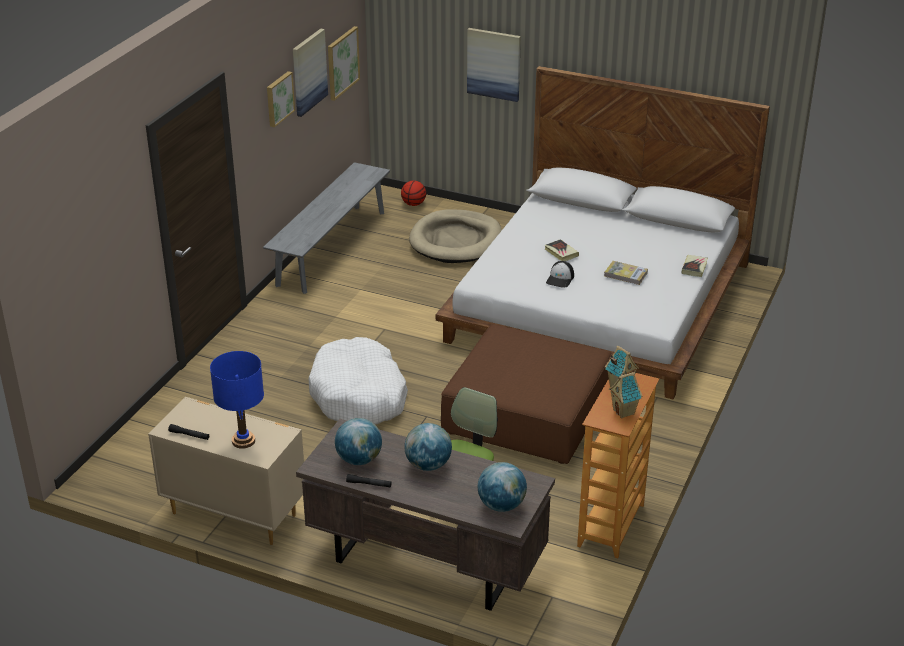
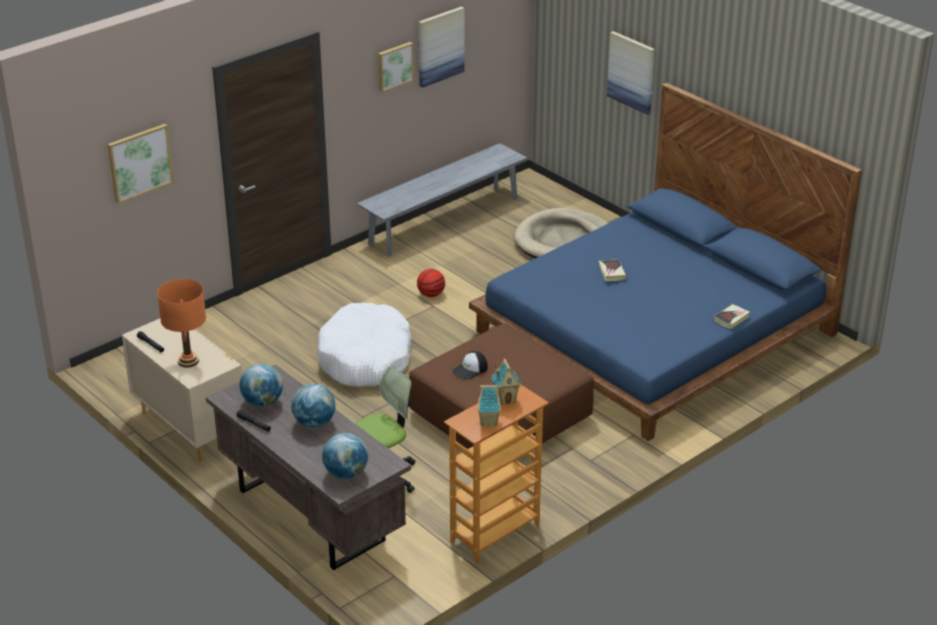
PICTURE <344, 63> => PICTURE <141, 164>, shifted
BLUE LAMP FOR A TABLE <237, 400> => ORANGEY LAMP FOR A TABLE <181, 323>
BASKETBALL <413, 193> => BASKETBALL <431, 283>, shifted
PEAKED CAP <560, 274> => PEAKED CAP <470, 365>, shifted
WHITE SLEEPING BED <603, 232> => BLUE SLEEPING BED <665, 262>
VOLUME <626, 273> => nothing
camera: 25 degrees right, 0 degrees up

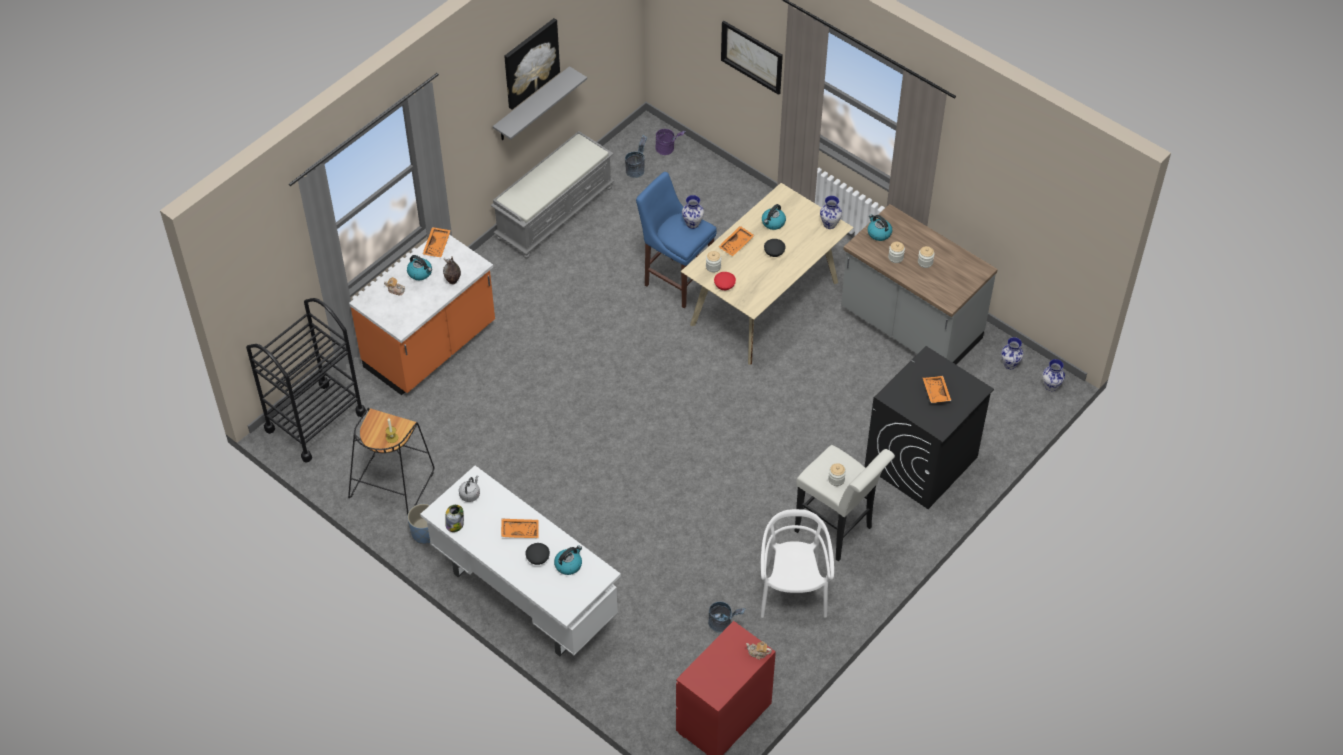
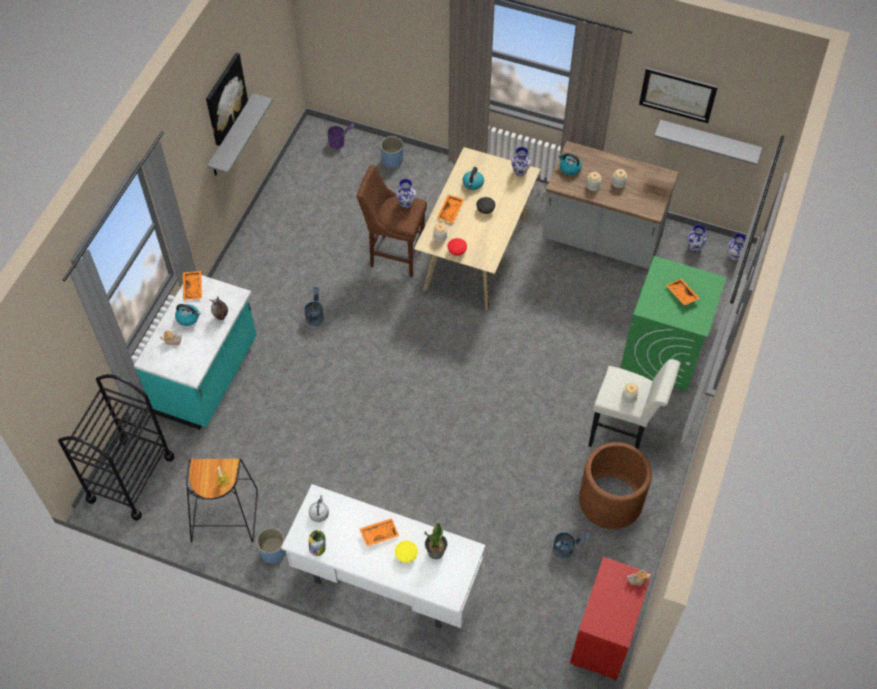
ORANGEY COUNTER <422, 314> => TURQUOISE COUNTER <195, 352>
GREYISH BUCKET <636, 156> => GREYISH BUCKET <314, 305>, shifted
BLUE STOOL SEAT <676, 240> => BROWN STOOL SEAT <392, 221>
nothing => BLUE PLANT POT <391, 152>
BLACKISH DEEP DISH <537, 554> => YELLOWISH DEEP DISH <406, 552>
TEA KETTLE <568, 560> => POTTED PLANT <436, 541>
WHITE PLAIN CHAIR <797, 563> => BROWN PLANT POT <615, 485>
BLACKISH WASHING MACHINE <929, 427> => GREENISH WASHING MACHINE <673, 324>
PICTURE <752, 58> => PICTURE <678, 95>, shifted
nothing => GREYISH BRACKET SHELF <708, 142>
GREYISH LONG SEAT <552, 194> => nothing
camera: 20 degrees left, 5 degrees up

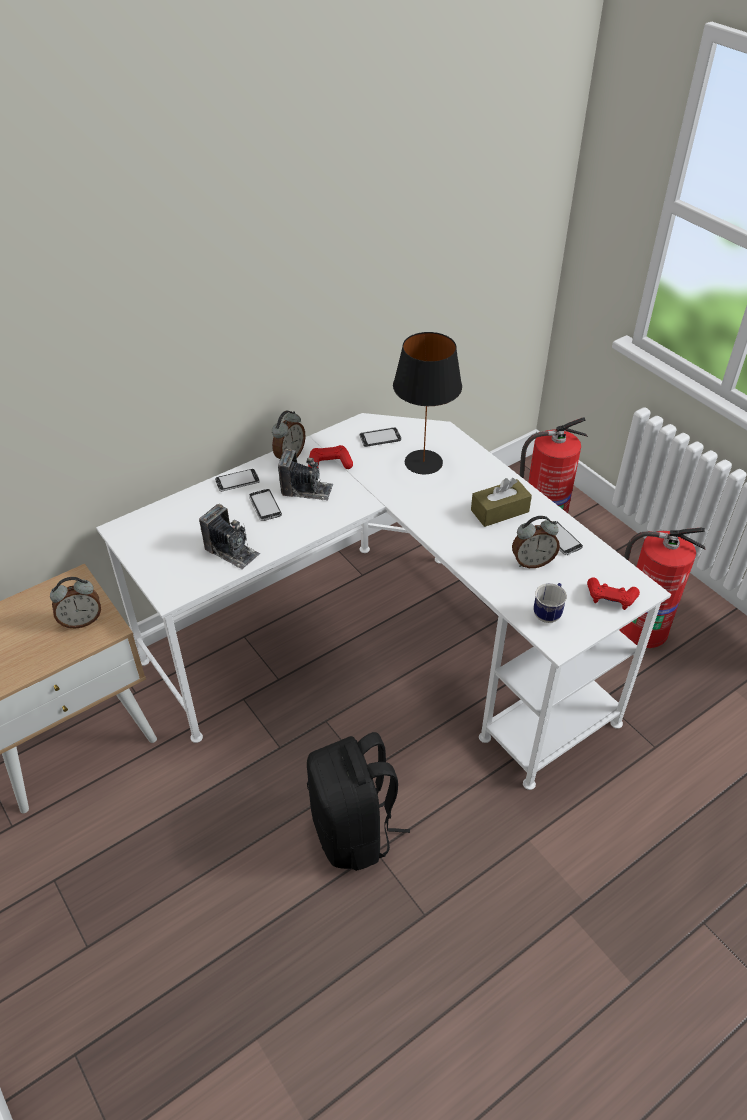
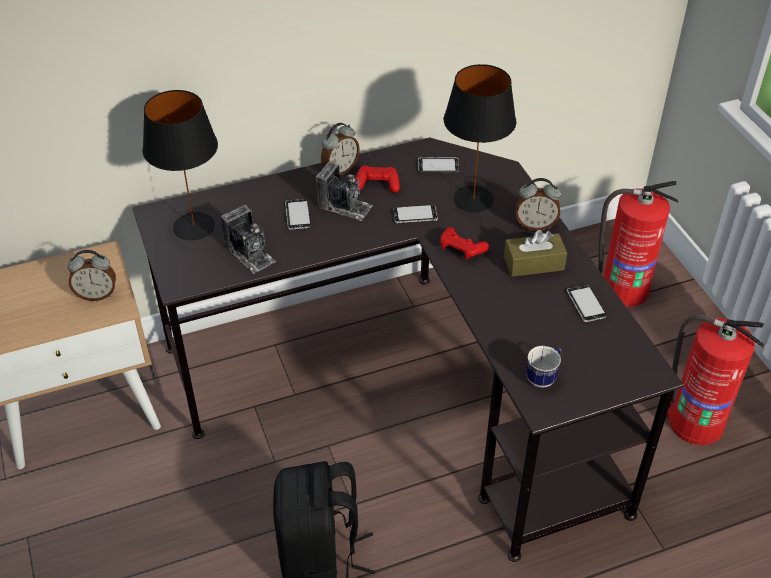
WHITE DESK UNIT <383, 601> => BLACKISH DESK UNIT <408, 349>
nothing => BLACKISH LAMP FOR A TABLE <180, 165>
PHONE <237, 480> => PHONE <415, 214>, shifted
REDDISH GAME CONTROLLER <613, 594> => REDDISH GAME CONTROLLER <464, 243>, shifted
TABLE CLOCK <536, 542> => TABLE CLOCK <538, 204>, shifted
camera: 15 degrees right, 0 degrees up

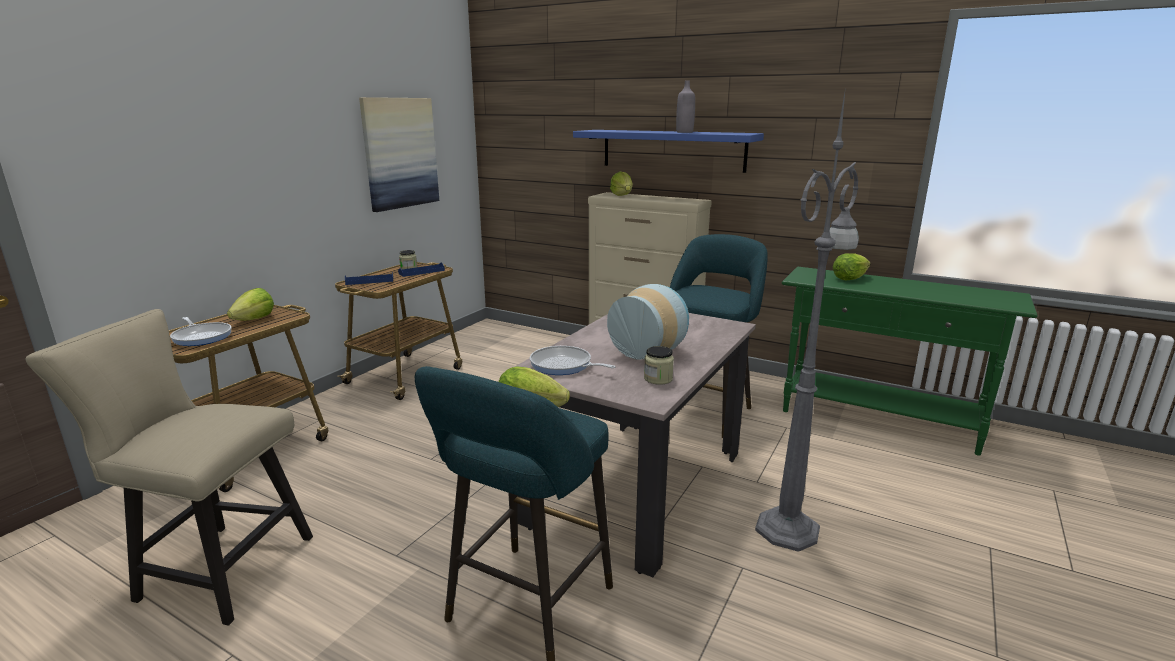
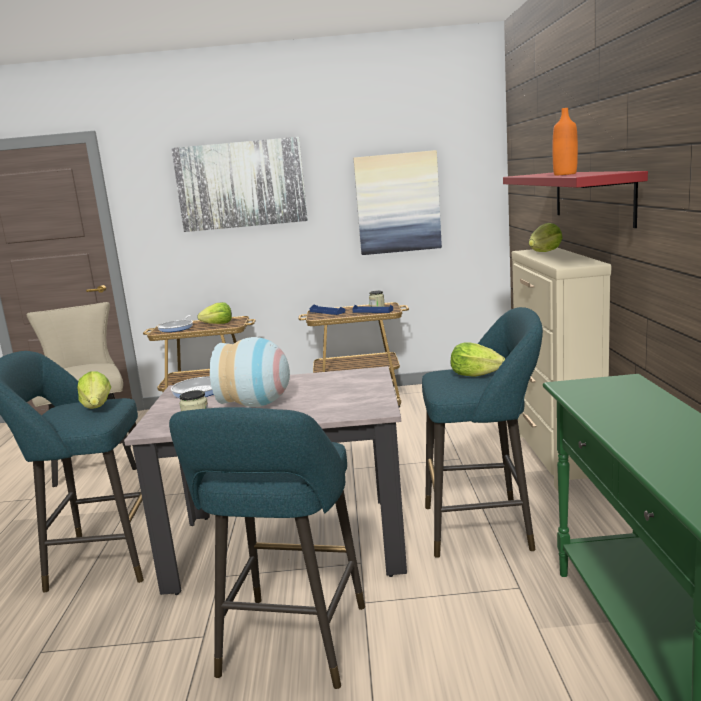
GREYISH STANDARD LAMP <807, 319> => TURQUOISE STOOL SEAT <267, 548>
nothing => PICTURE <239, 184>
LETTUCE <851, 266> => LETTUCE <478, 359>, shifted
BLUE BRACKET SHELF <668, 151> => REDDISH BRACKET SHELF <575, 199>
GREYISH BOTTLE <685, 106> => ORANGEY BOTTLE <565, 142>
camera: 60 degrees right, 5 degrees down

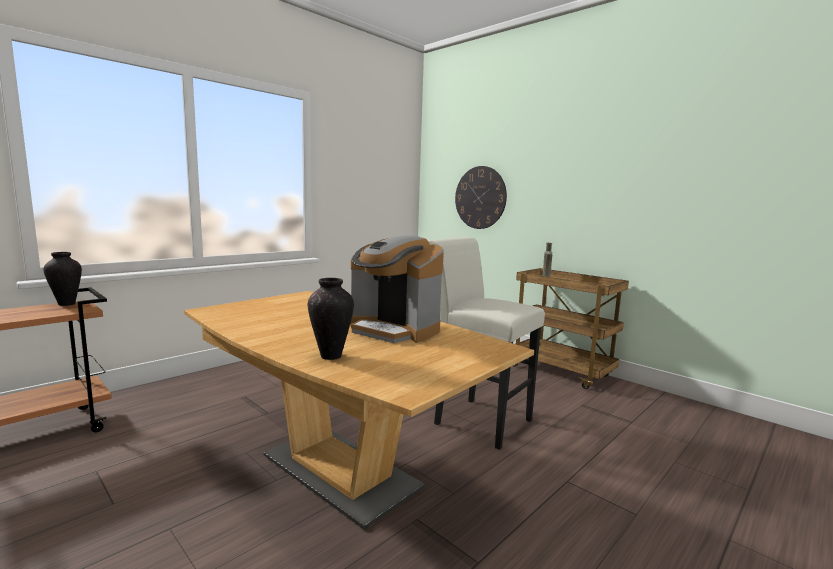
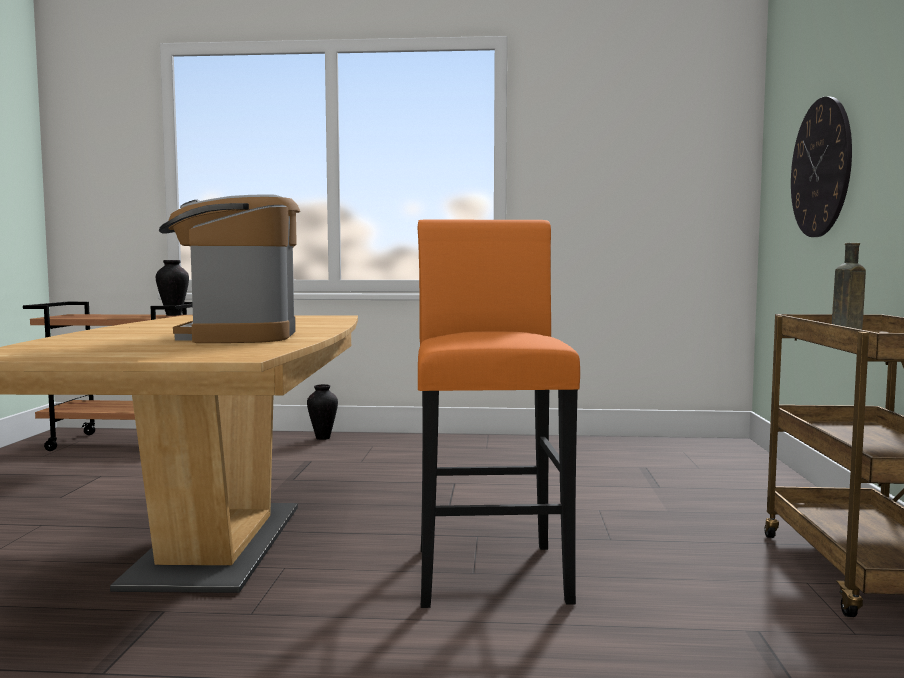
FLOWER VASE <331, 319> => FLOWER VASE <322, 412>, shifted
WHITE STOOL SEAT <486, 343> => ORANGEY STOOL SEAT <499, 413>
camera: 50 degrees right, 5 degrees down

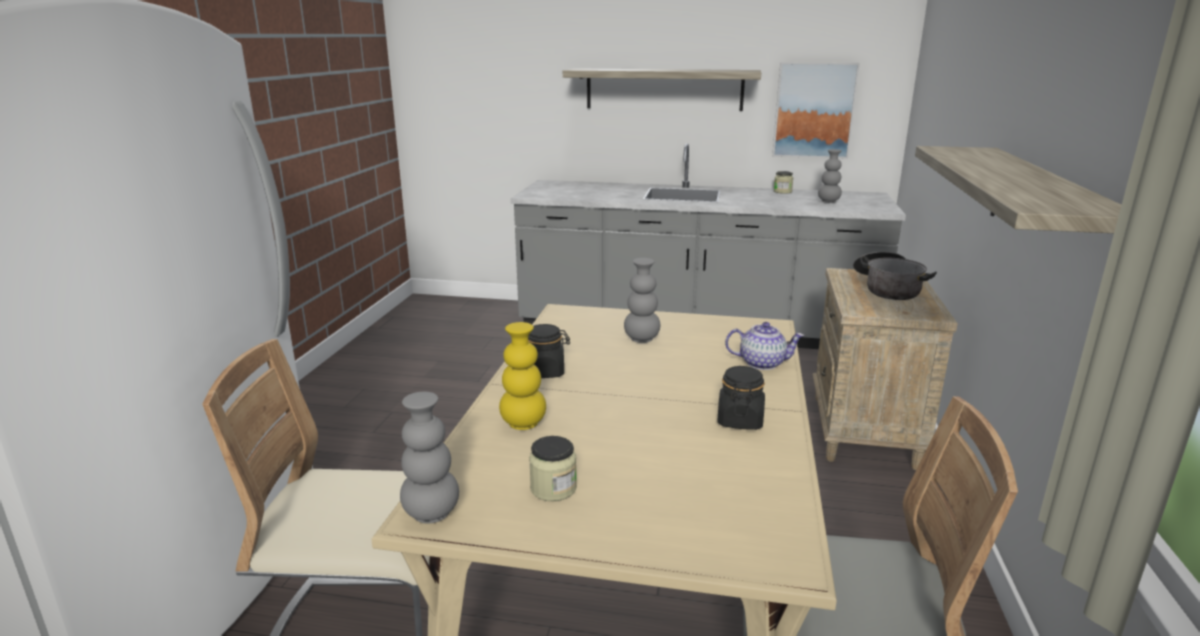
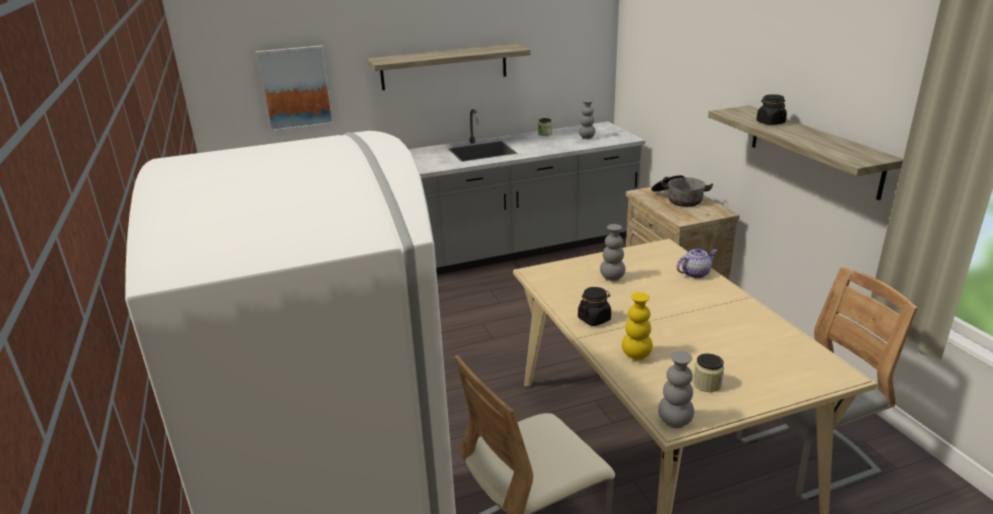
PICTURE <816, 110> => PICTURE <295, 88>, shifted
BLACKISH PRESERVE JAR <741, 398> => BLACKISH PRESERVE JAR <771, 109>, shifted
camera: 30 degrees left, 5 degrees up

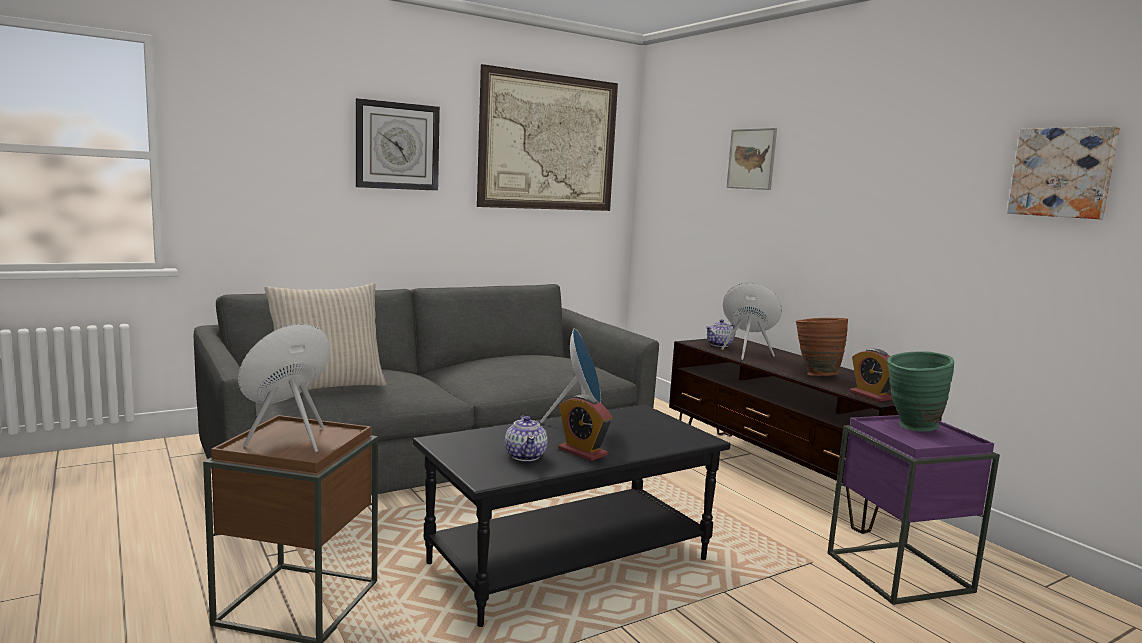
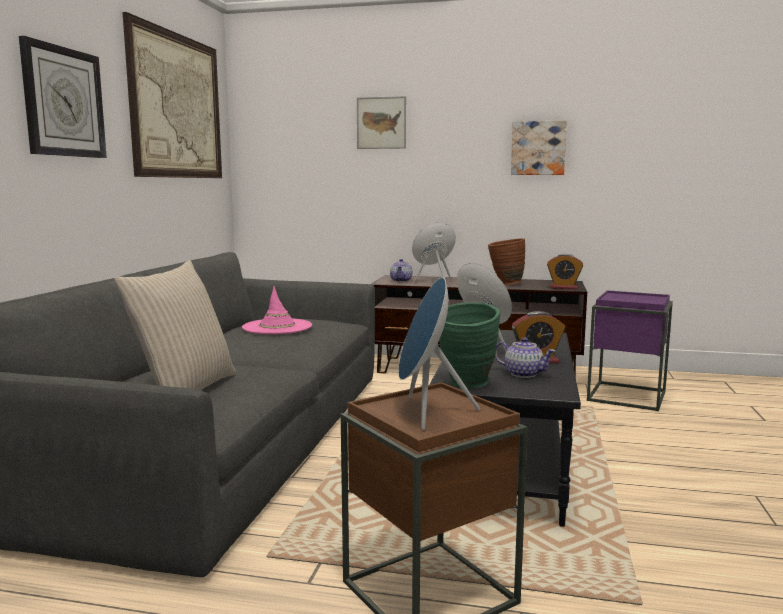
nothing => PINK HAT <277, 310>
GREENISH FLOWER VASE <920, 392> => GREENISH FLOWER VASE <469, 346>, shifted
PICTURE <1063, 172> => PICTURE <539, 147>, shifted
camera: 45 degrees left, 0 degrees up

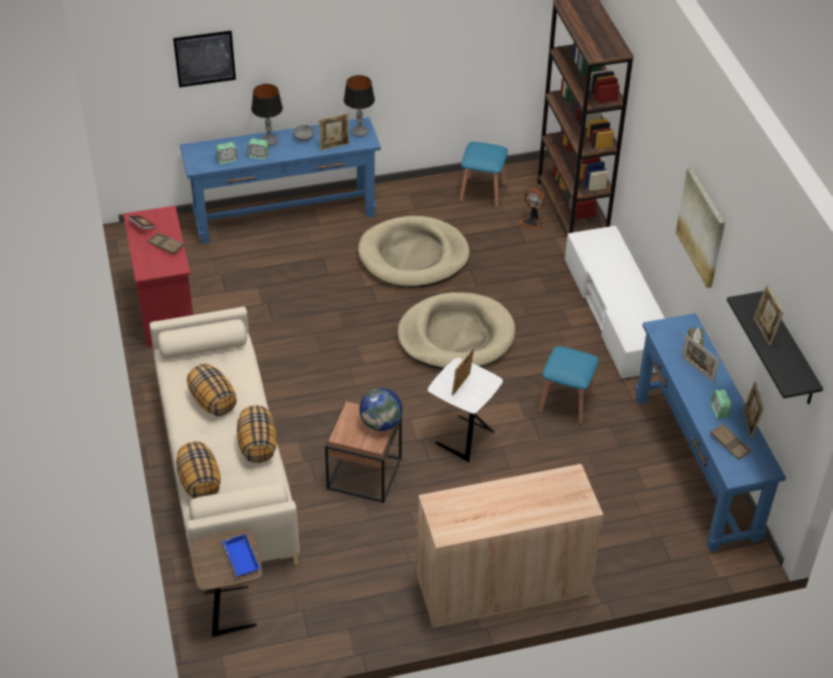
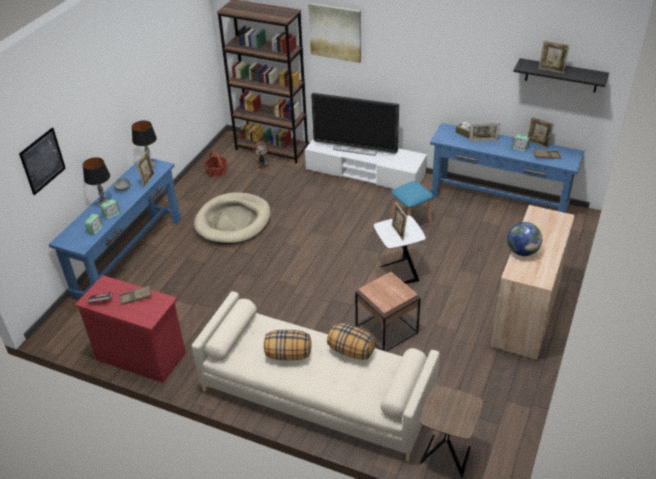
BLUE STOOL SEAT <484, 175> => BASKET <216, 163>
PICTURE <700, 228> => PICTURE <334, 33>, shifted
nothing => TV <355, 124>
GLOBE <381, 409> => GLOBE <524, 239>, shifted
PILLOW <198, 470> => nothing
BLUE CARRYING TRAY <241, 555> => nothing
SAND-COLOURED DOG CUSHION <456, 331> => nothing
camera: 50 degrees left, 5 degrees down

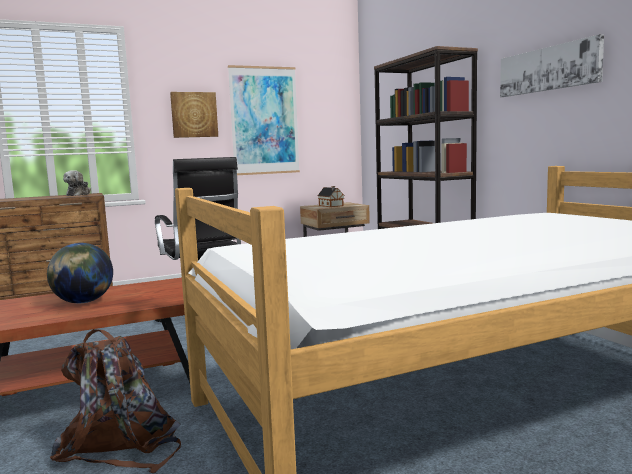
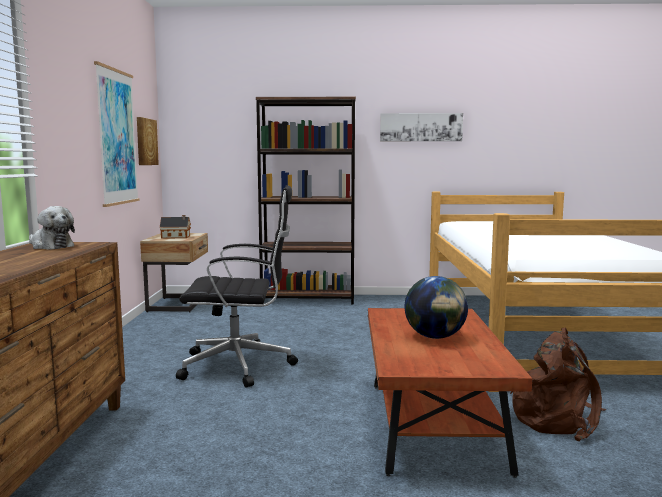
PICTURE <194, 115> => PICTURE <148, 141>, shifted
camera: 65 degrees left, 0 degrees up

